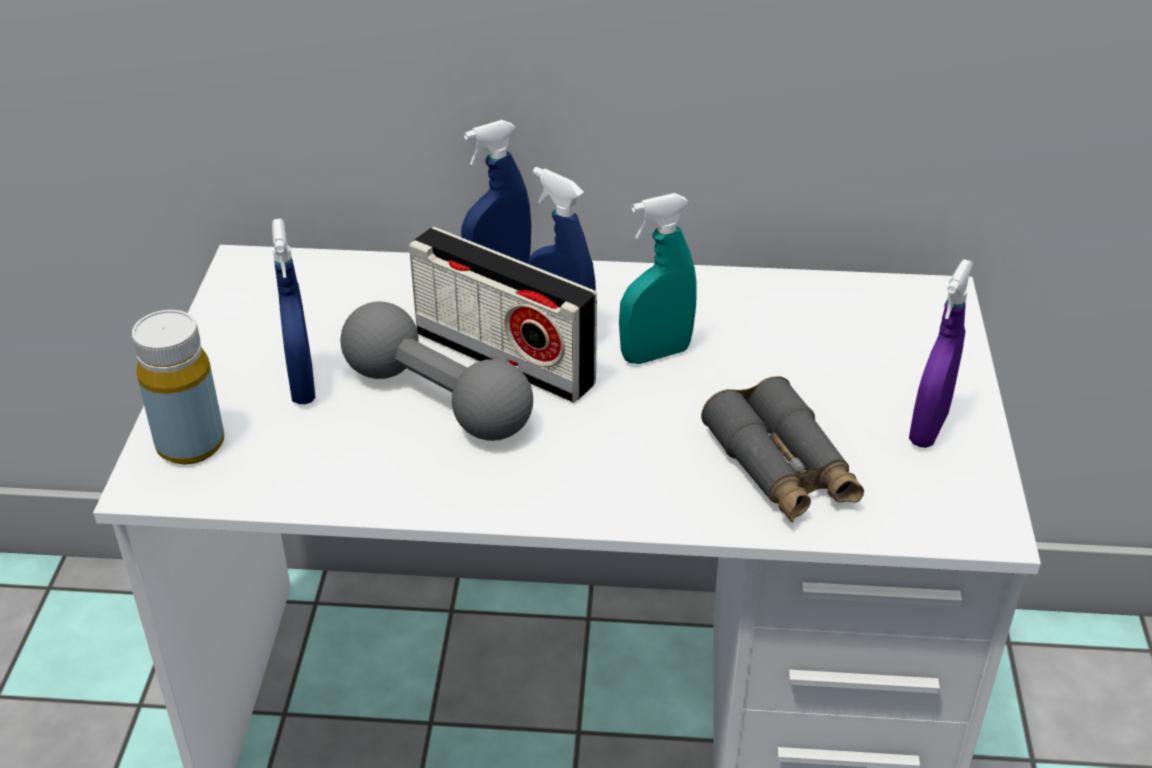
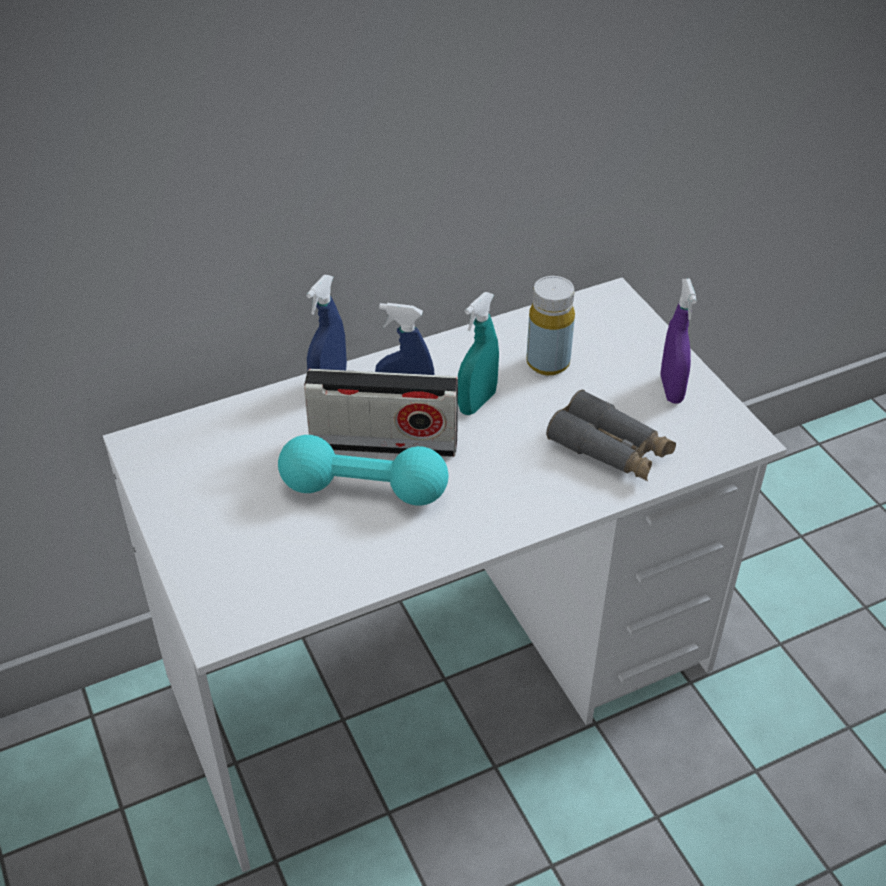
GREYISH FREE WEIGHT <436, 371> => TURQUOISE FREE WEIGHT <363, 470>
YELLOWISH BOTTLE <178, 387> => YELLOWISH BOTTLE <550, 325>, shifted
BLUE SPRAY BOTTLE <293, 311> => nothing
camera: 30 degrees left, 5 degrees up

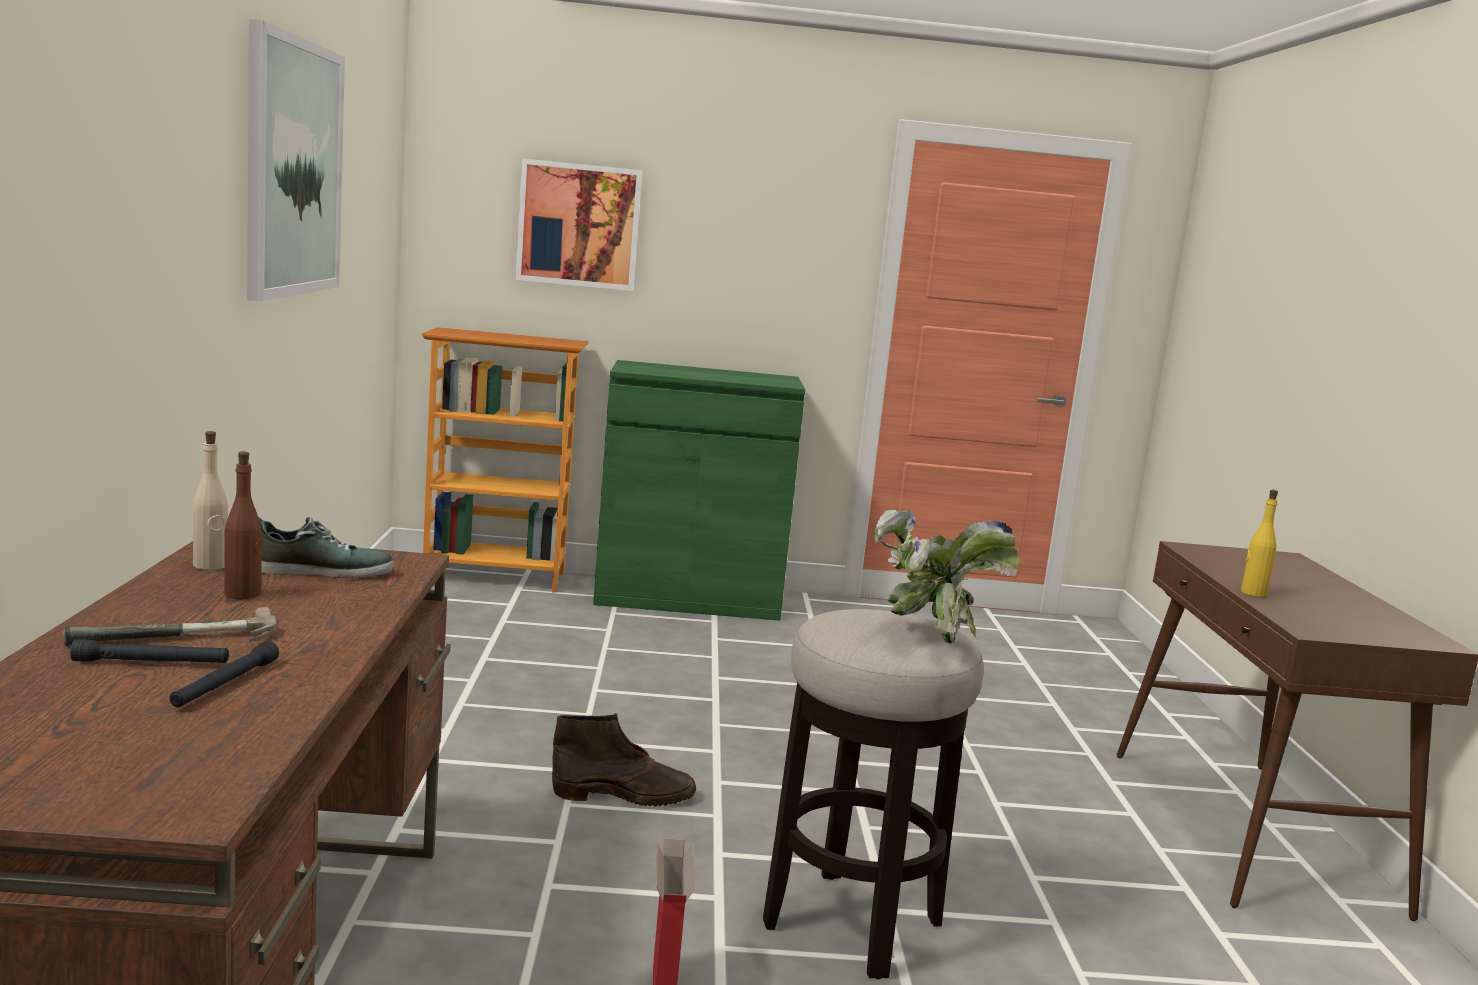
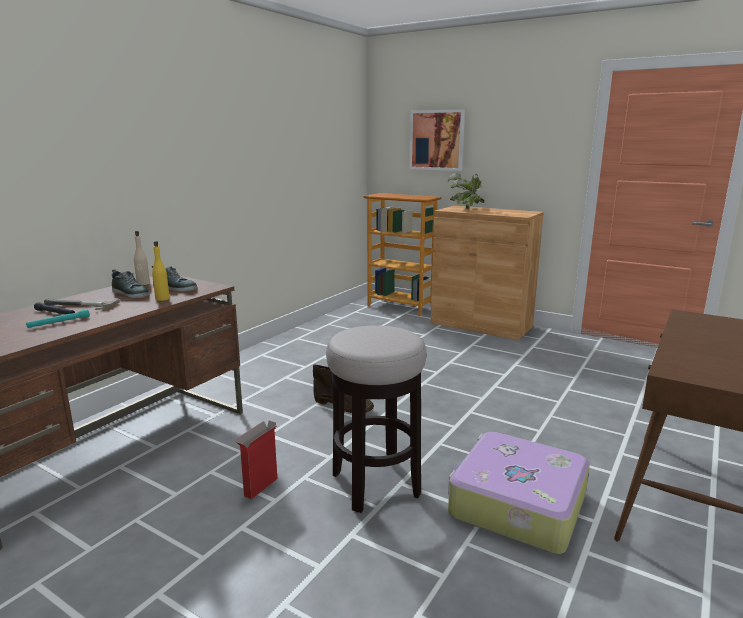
BLACKISH HAND TORCH <224, 674> => TURQUOISE HAND TORCH <58, 318>
BROWN BOTTLE <243, 525> => ITEM OF FOOTWEAR <131, 283>
YELLOWISH BOTTLE <1259, 543> => YELLOWISH BOTTLE <161, 271>, shifted
GREENISH STORAGE CABINET <699, 490> => BROWN STORAGE CABINET <487, 273>
POTTED PLANT <947, 576> => POTTED PLANT <466, 191>, shifted
nothing => PIECE OF LUGGAGE <519, 493>
PICTURE <296, 160> => nothing
camera: 35 degrees right, 5 degrees up

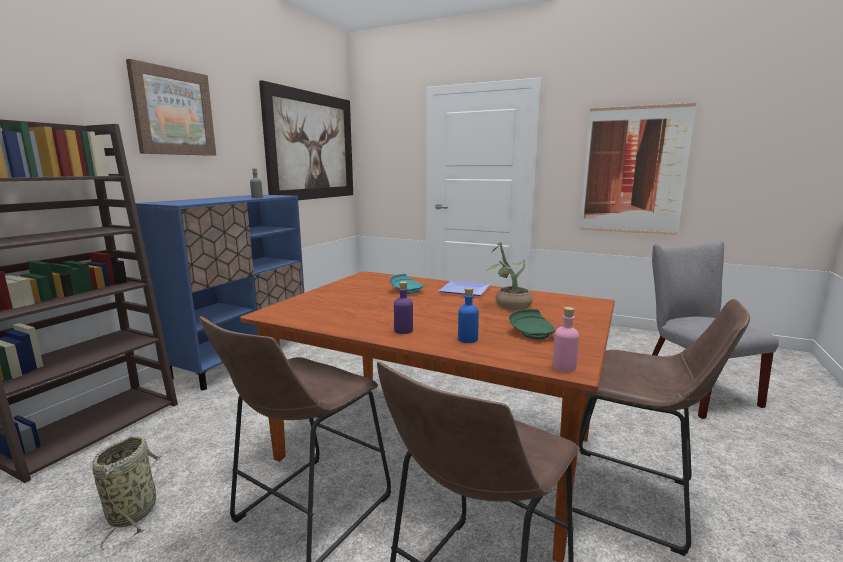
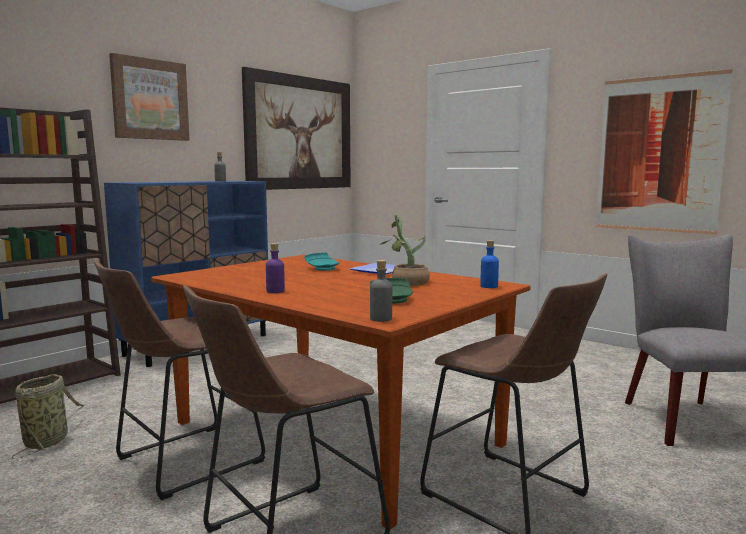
PINK BOTTLE <565, 339> => GREYISH BOTTLE <381, 291>
BLUE BOTTLE <468, 315> => BLUE BOTTLE <489, 264>, shifted
camera: 15 degrees right, 5 degrees down

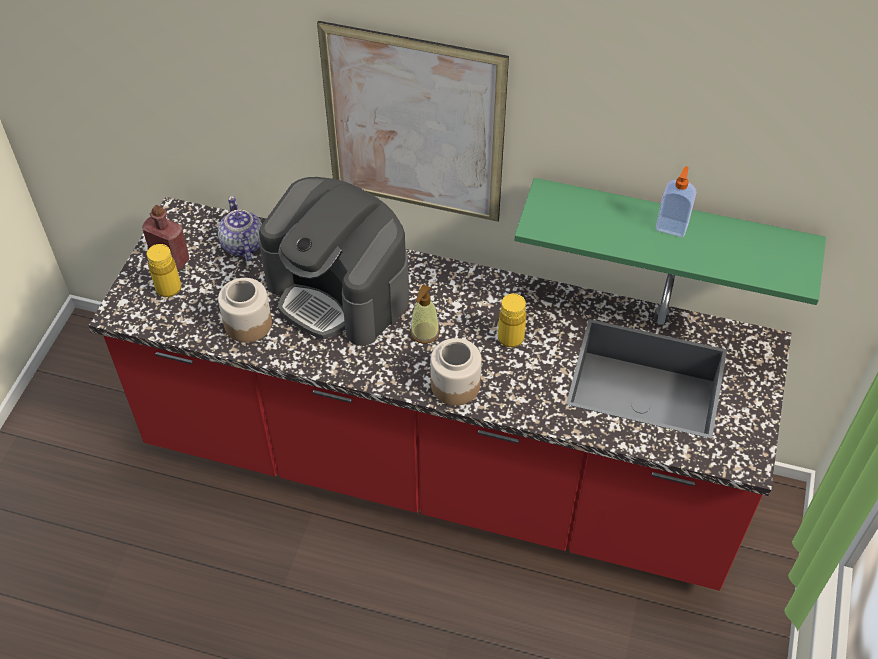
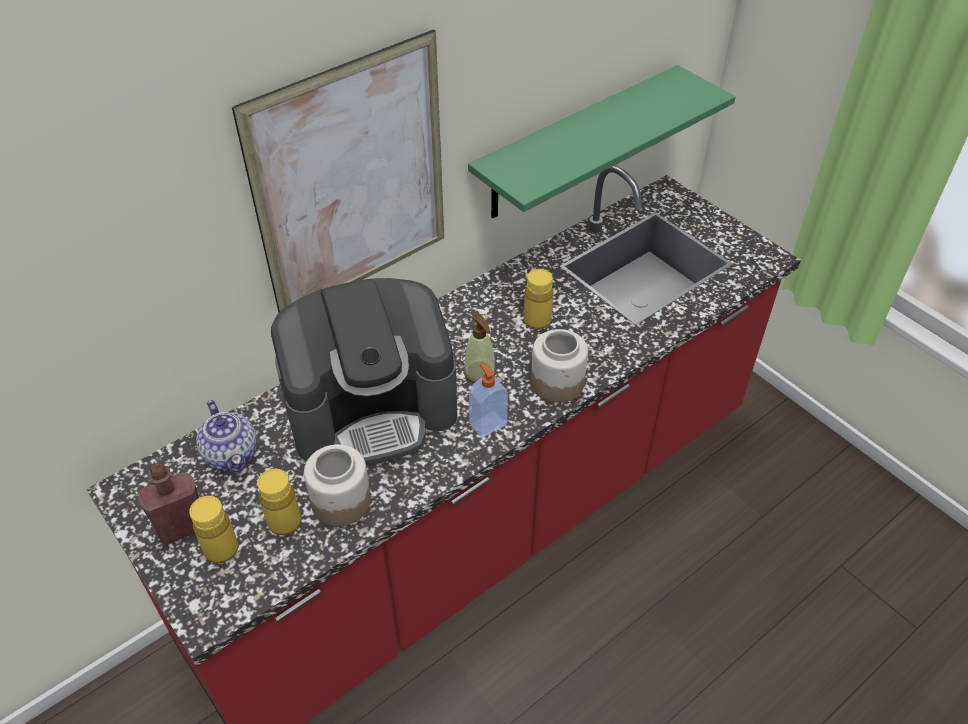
POT FOR TEA <240, 228> => POT FOR TEA <227, 437>, 135 degrees counterclockwise
nothing => YELLOWISH BOTTLE <279, 502>
SOAP DISPENSER <675, 201> => SOAP DISPENSER <488, 400>, shifted
camera: 55 degrees left, 5 degrees down

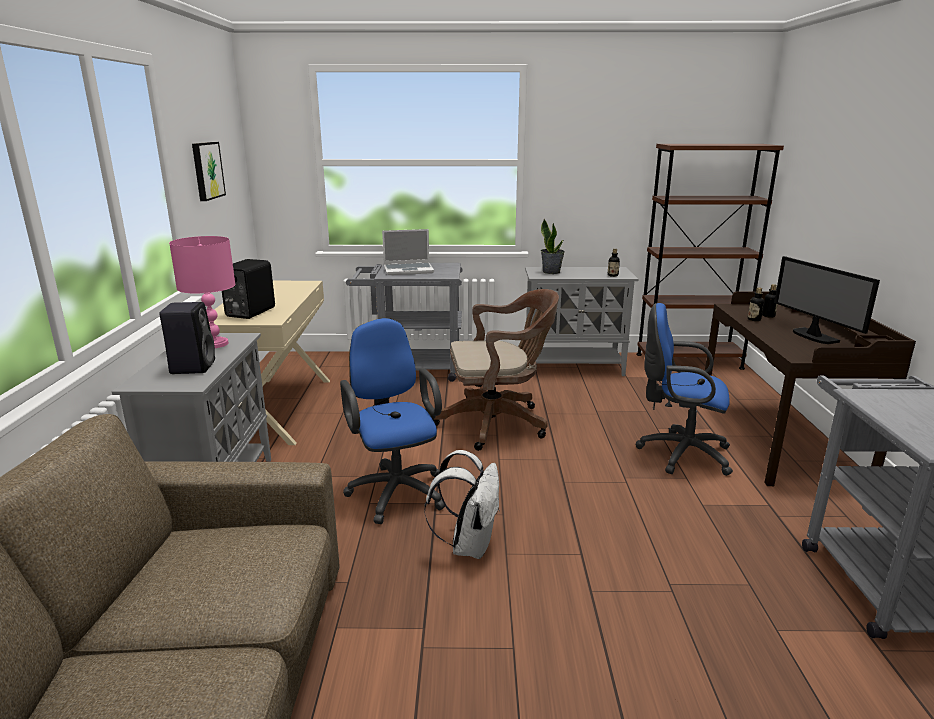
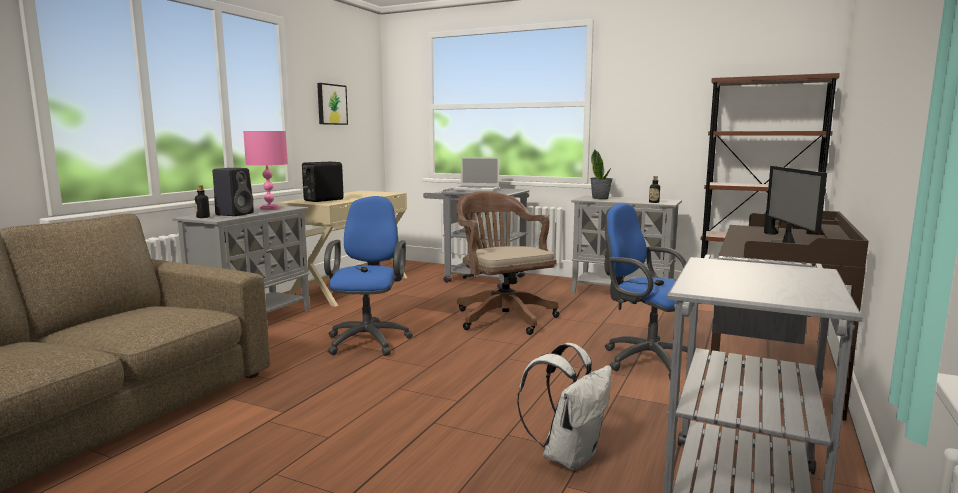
BOTTLE <756, 304> => BOTTLE <202, 202>, shifted
BROWN OFFICE CHAIR <496, 370> => BROWN OFFICE CHAIR <508, 263>, 135 degrees counterclockwise
WHITE BACKPACK <462, 504> => WHITE BACKPACK <564, 406>, shifted
camera: 25 degrees right, 10 degrees down

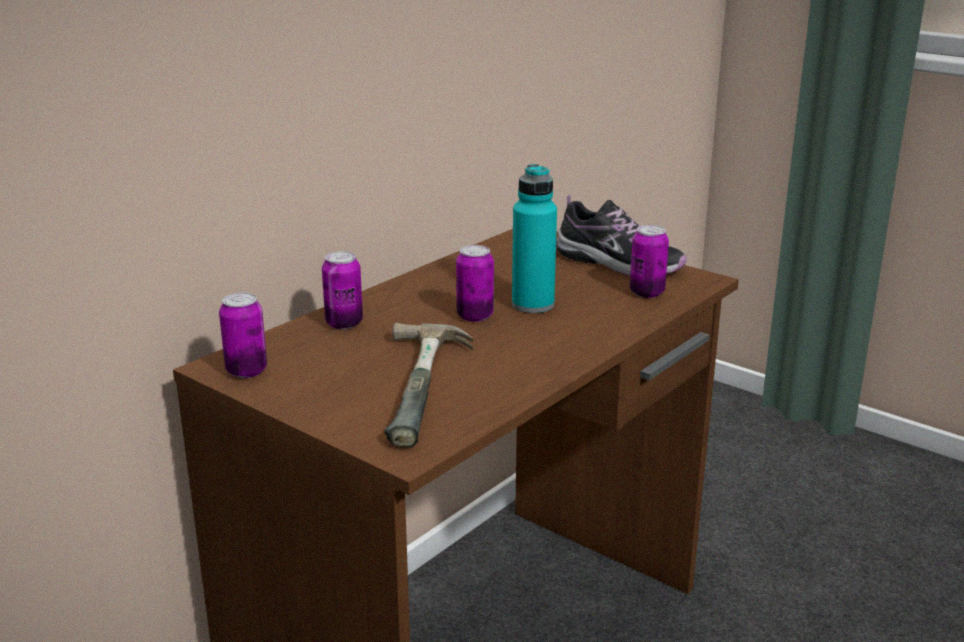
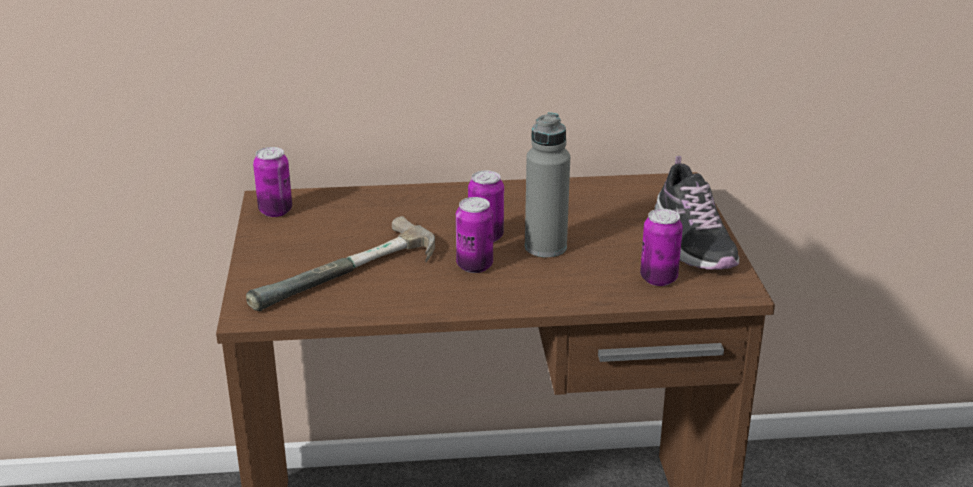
CAN <342, 290> => CAN <474, 235>, shifted
TURQUOISE BOTTLE <534, 238> => GREYISH BOTTLE <547, 184>
camera: 45 degrees right, 5 degrees up

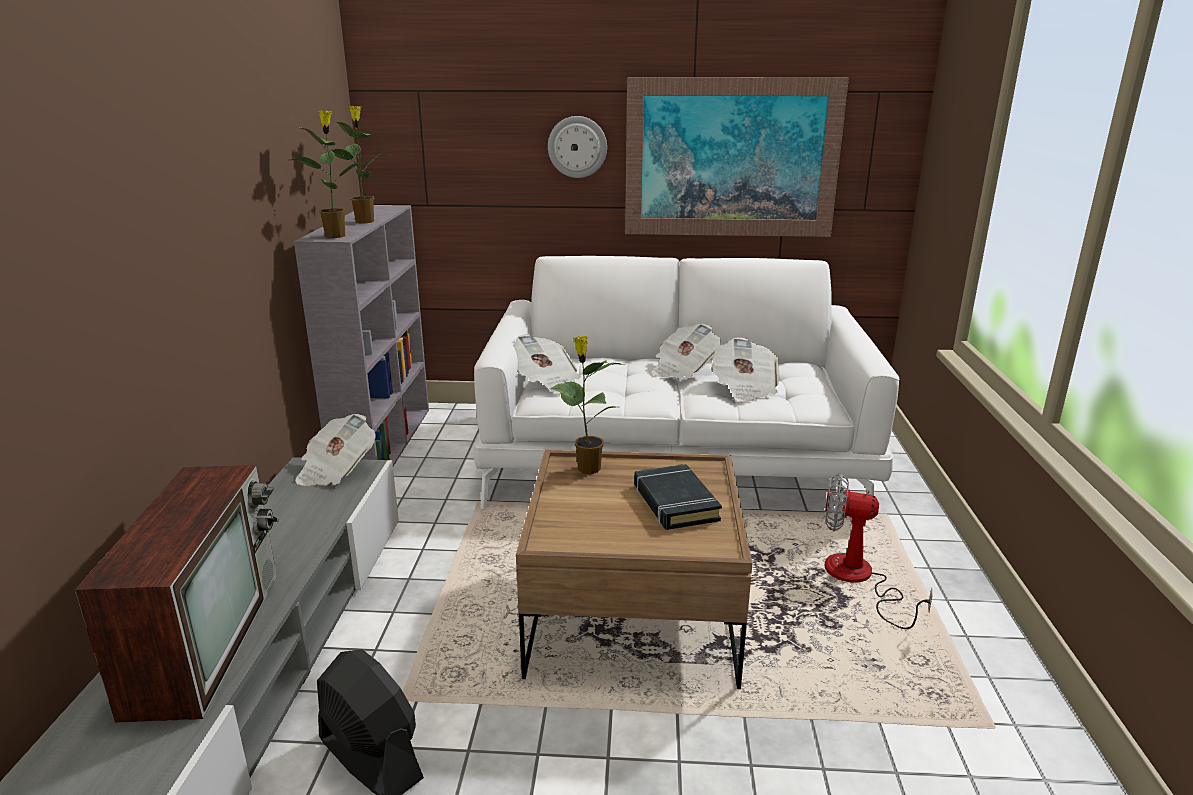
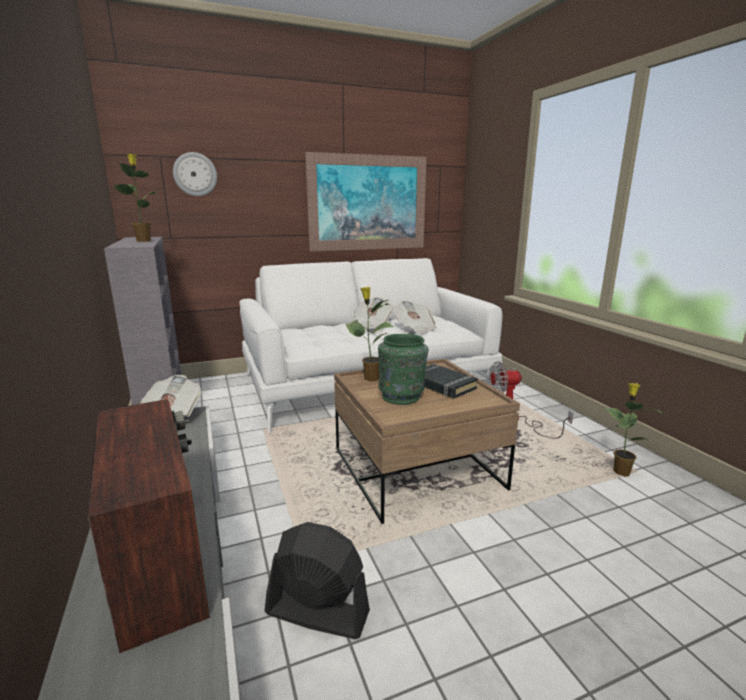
HANGING CLOCK <577, 147> => HANGING CLOCK <195, 174>, shifted
nothing => GREENISH FLOWER VASE <403, 369>
POTTED PLANT <328, 174> => POTTED PLANT <635, 430>, shifted
PRINTED PAPER <547, 364> => nothing
camera: 25 degrees left, 5 degrees down

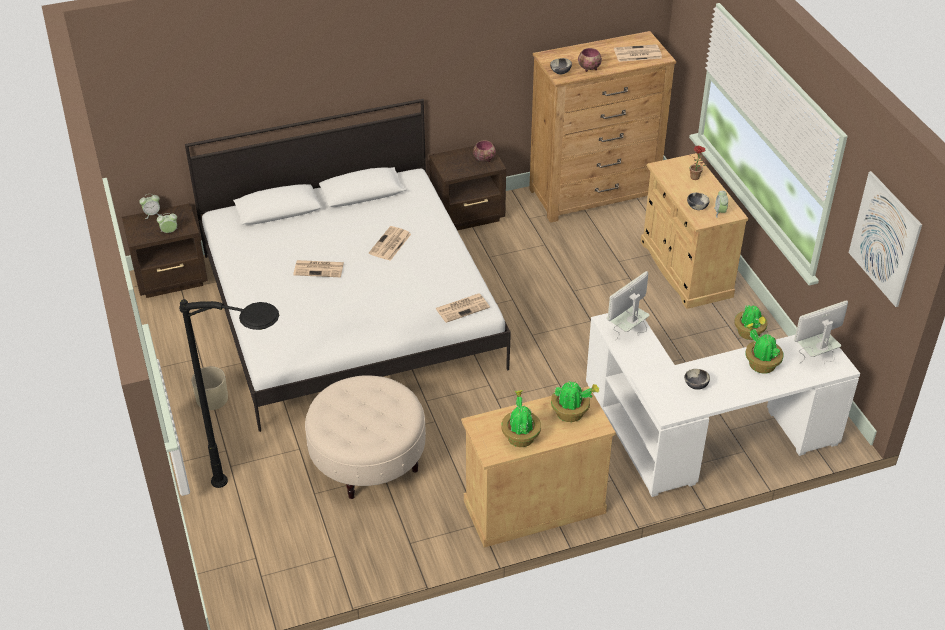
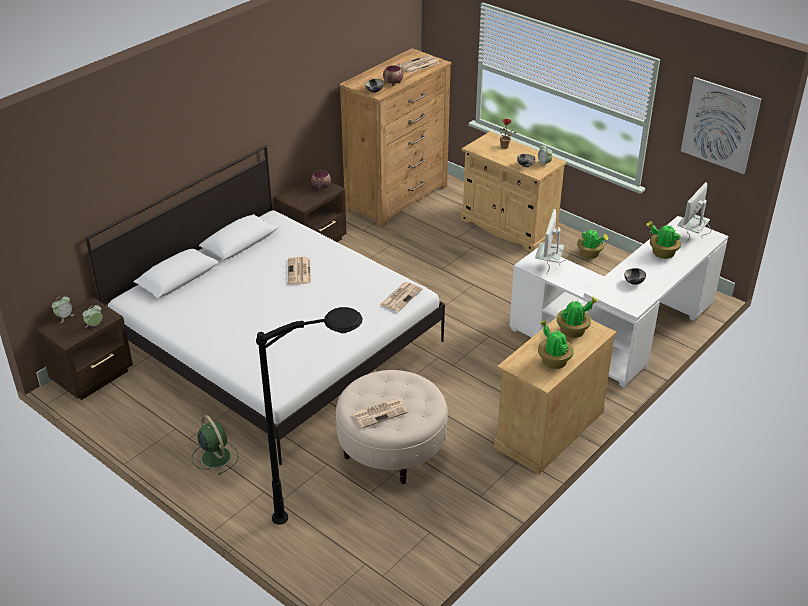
SAND-COLOURED PLANT POT <210, 388> => GREENISH FAN <215, 445>
PRINTED PAPER <318, 268> => PRINTED PAPER <379, 413>, shifted
camera: 30 degrees left, 5 degrees down

